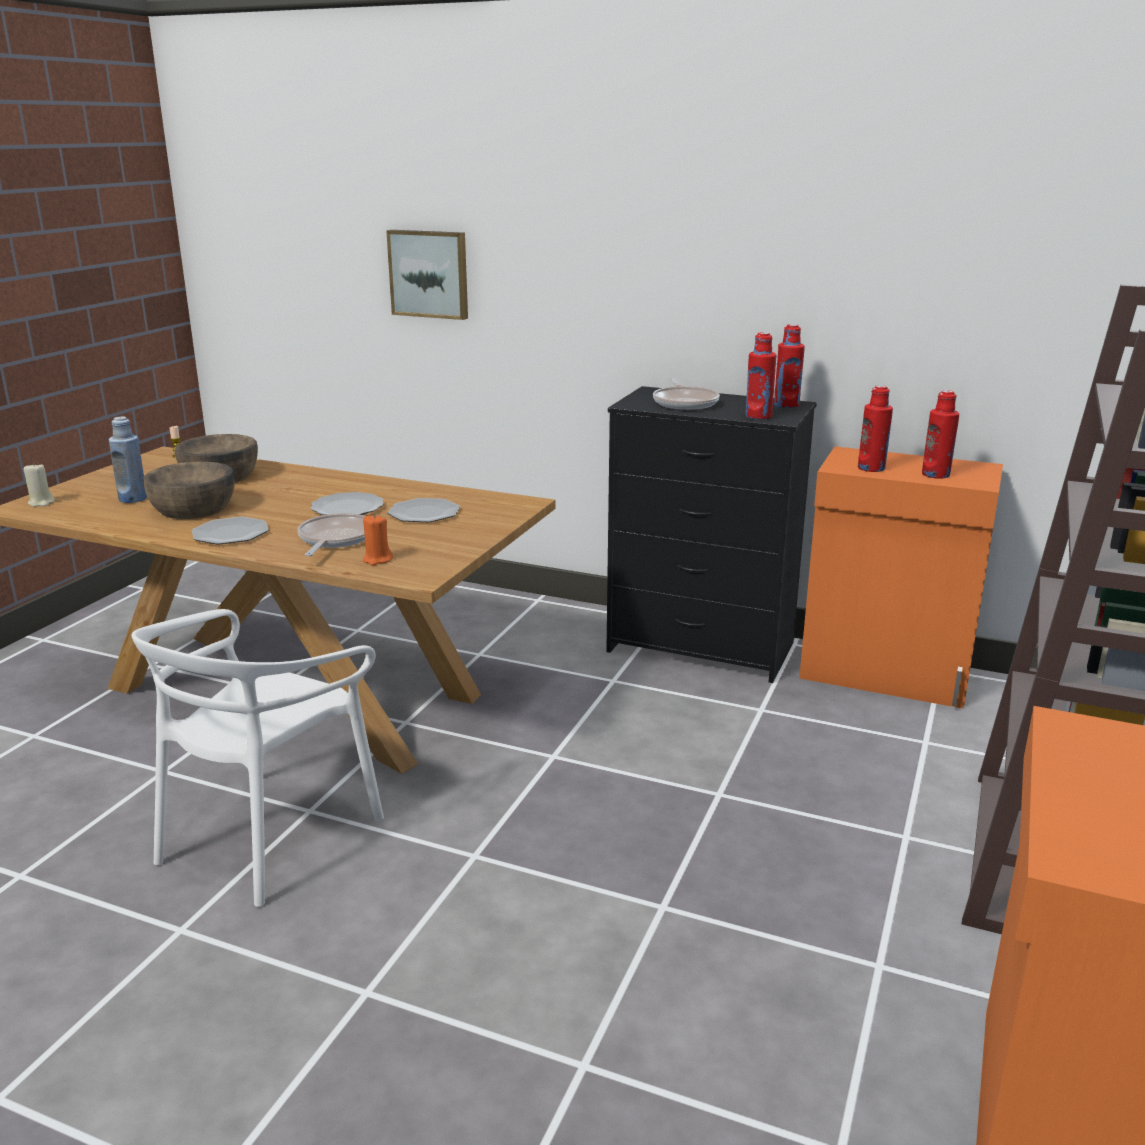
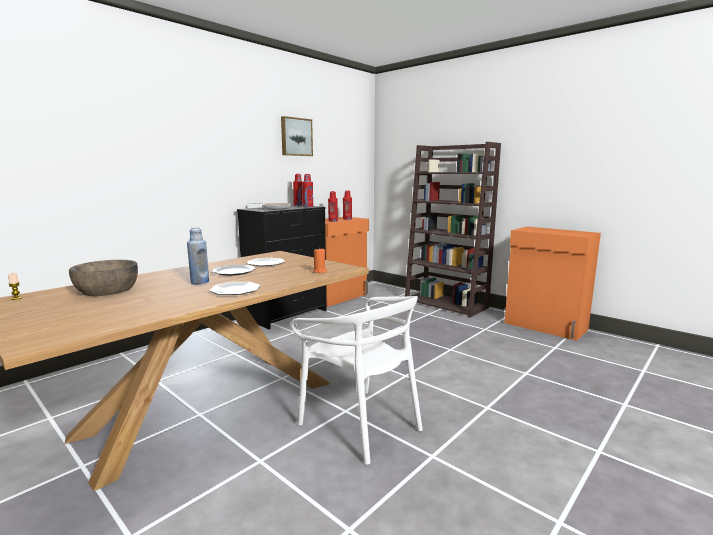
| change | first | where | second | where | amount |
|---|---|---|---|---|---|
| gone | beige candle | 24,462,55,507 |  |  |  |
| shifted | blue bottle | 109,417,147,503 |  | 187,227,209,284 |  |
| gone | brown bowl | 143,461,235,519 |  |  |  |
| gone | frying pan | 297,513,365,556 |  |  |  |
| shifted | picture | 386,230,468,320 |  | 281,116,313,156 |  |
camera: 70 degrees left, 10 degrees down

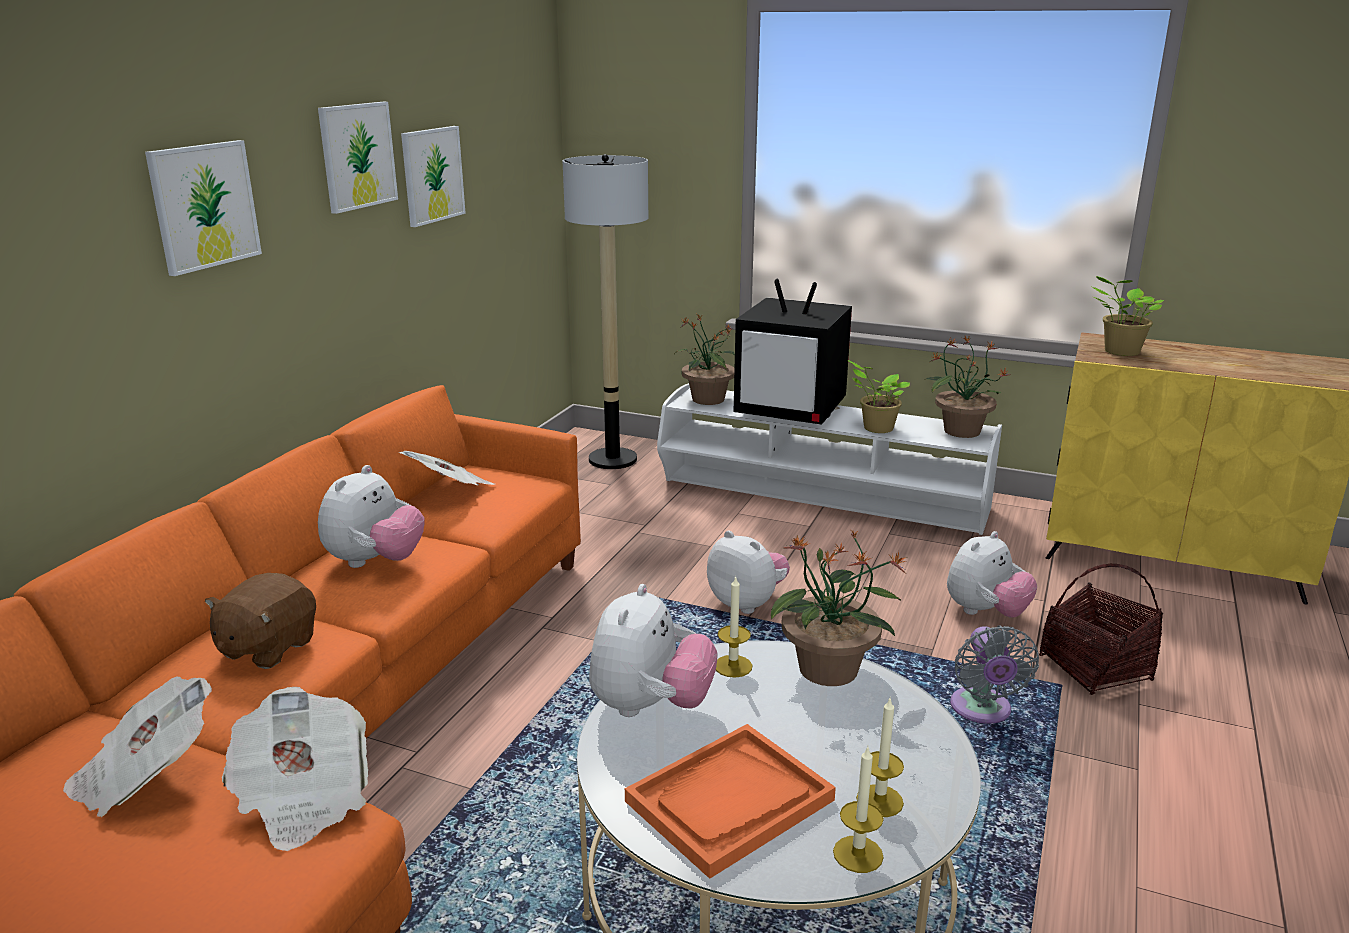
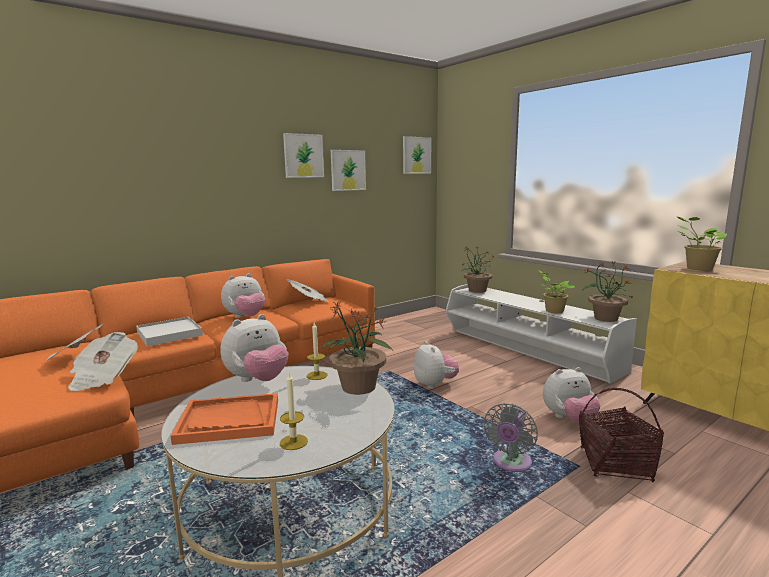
| change | first | where | second | where | amount |
|---|---|---|---|---|---|
| shifted | picture | 145,140,262,276 |  | 403,136,431,174 |  |
| swapped | brown plush toy | 205,573,316,669 | white tray | 136,317,203,346 |  |
| gone | floor lamp | 563,154,648,469 |  |  |  |
| gone | television | 734,279,852,425 |  |  |  |
| gone | candle | 833,747,884,873 |  |  |  |
camera: 30 degrees right, 10 degrees down

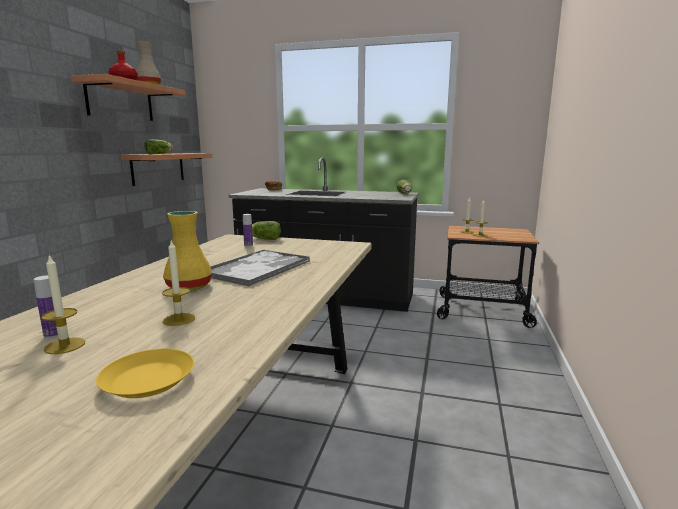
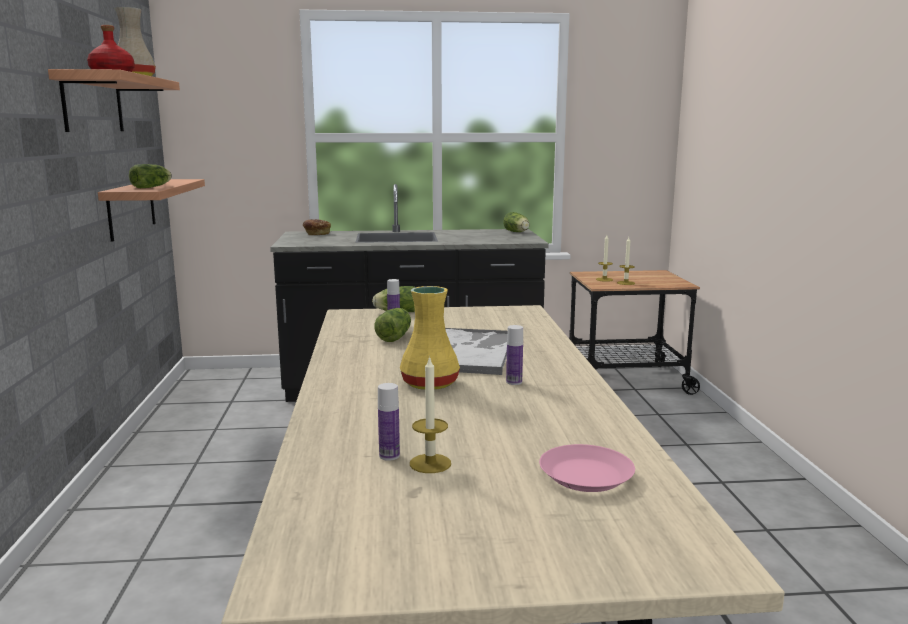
| change | first | where | second | where | amount |
|---|---|---|---|---|---|
| repainted | yellow plate | 96,349,194,398 | pink plate | 539,444,635,492 |  |
| gone | candle | 162,241,195,326 |  |  |  |
| new |  |  | lettuce | 374,308,411,342 |  |
| new |  |  | bottle | 506,325,523,385 |  |
camera: 20 degrees left, 0 degrees up

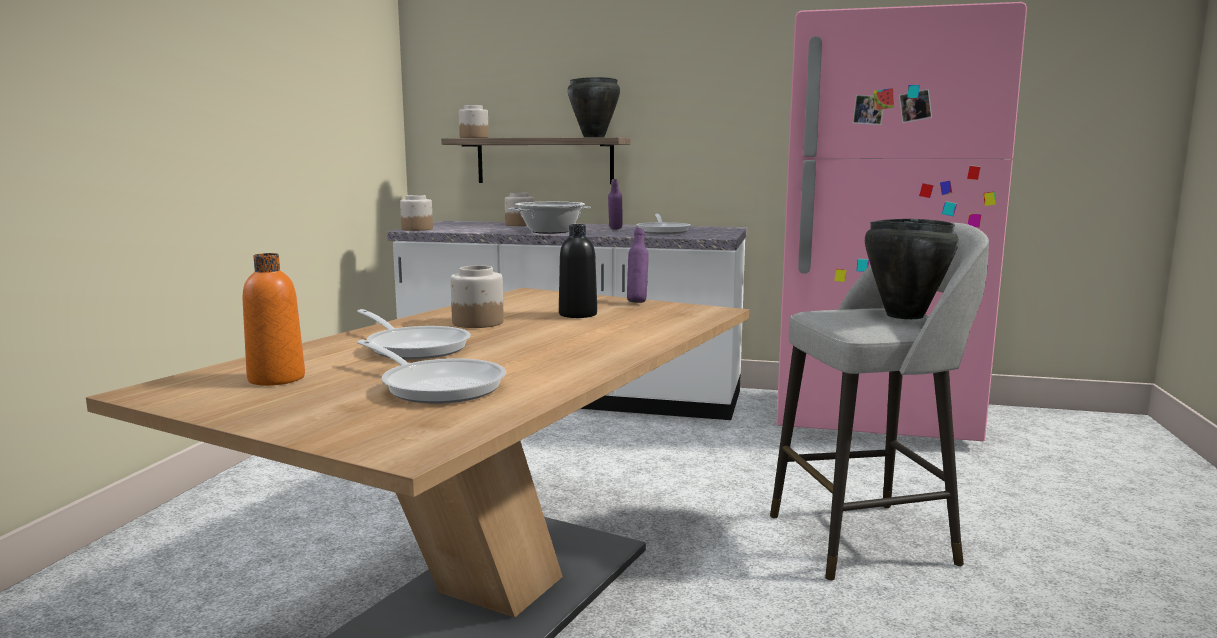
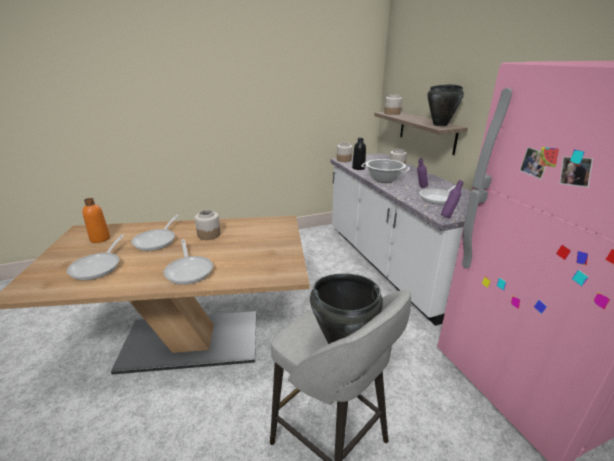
| change | first | where | second | where | amount |
|---|---|---|---|---|---|
| shifted | black bottle | 559,224,597,318 |  | 352,138,366,170 |  |
| shifted | purple bottle | 627,228,649,303 |  | 441,180,464,218 |  |
| new |  |  | frying pan | 164,239,213,285 |  |
camera: 55 degrees right, 15 degrees up

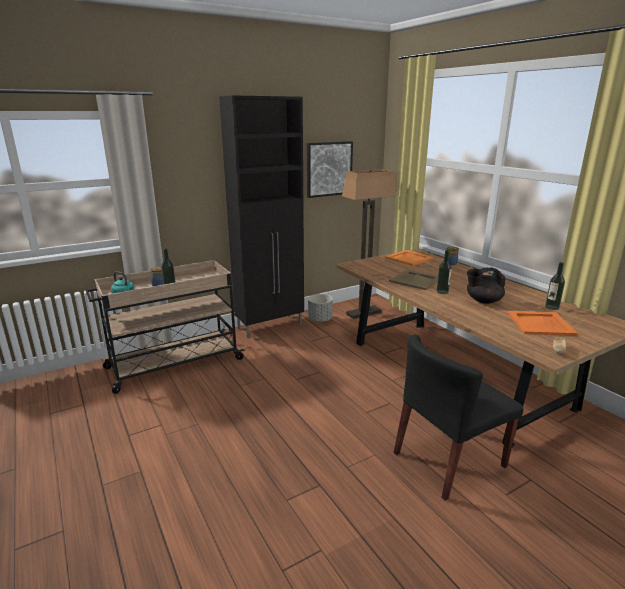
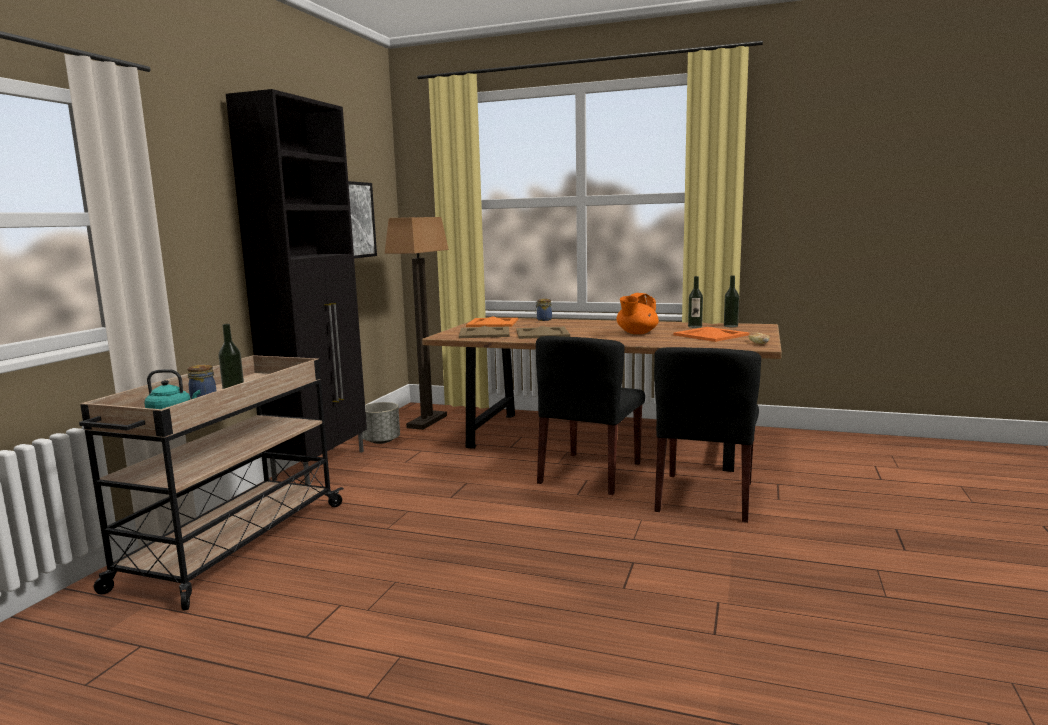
| change | first | where | second | where | amount |
|---|---|---|---|---|---|
| shifted | bottle | 437,250,452,294 |  | 724,276,739,327 |  |
| repainted | black teapot | 467,267,506,304 | orange teapot | 616,293,659,334 |  |
| new |  |  | beige tray | 459,326,510,338 |  |
| new |  |  | black chair | 536,336,645,495 |  |
camera: 40 degrees left, 10 degrees down

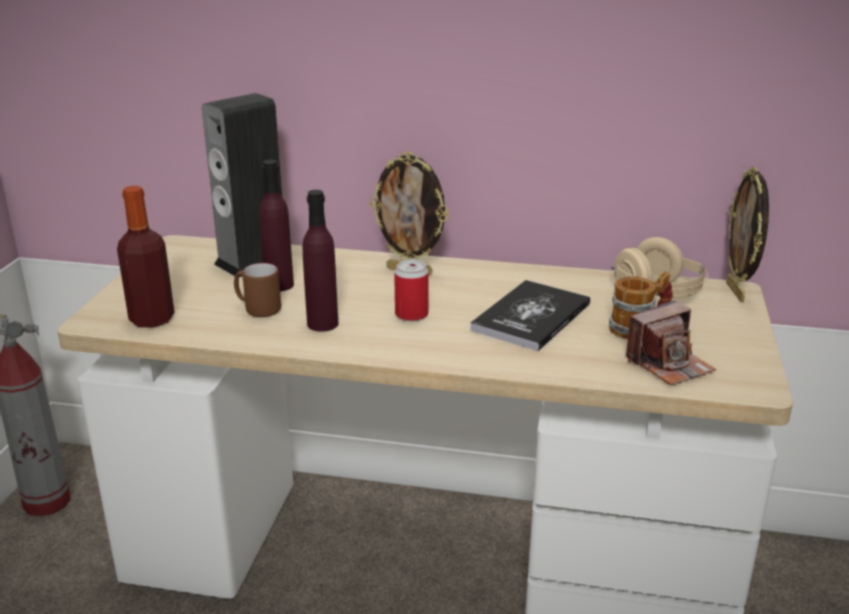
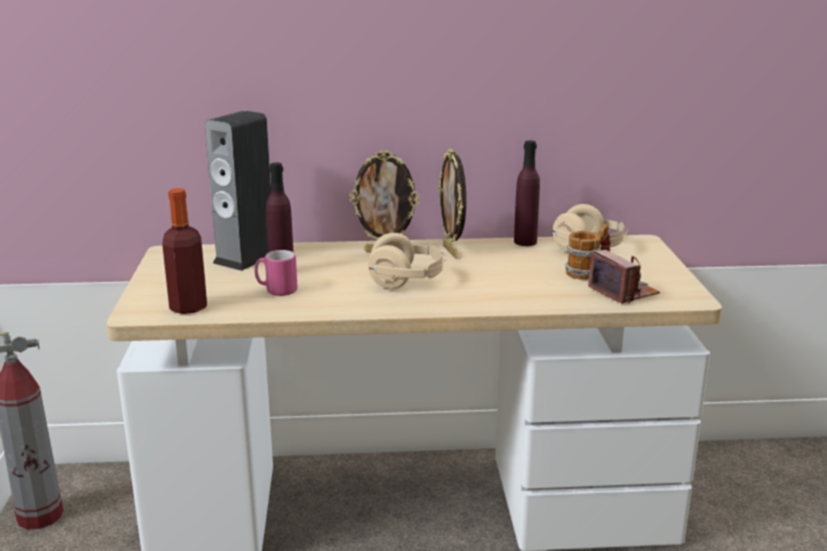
| change | first | where | second | where | amount |
|---|---|---|---|---|---|
| repainted | brown mug | 234,263,281,317 | pink mug | 255,250,297,296 |  |
| shifted | purple bottle | 303,190,338,332 |  | 514,140,540,246 |  |
| swapped | can | 394,259,428,321 | beige headphones | 368,233,446,289 |  |
| gone | book | 470,280,590,351 |  |  |  |
| rotated | photo camera | 626,300,716,386 |  | 588,250,660,304 | 75 degrees counterclockwise |
| shifted | picture frame | 726,166,769,302 |  | 438,148,466,258 |  |
camera: 15 degrees left, 5 degrees down

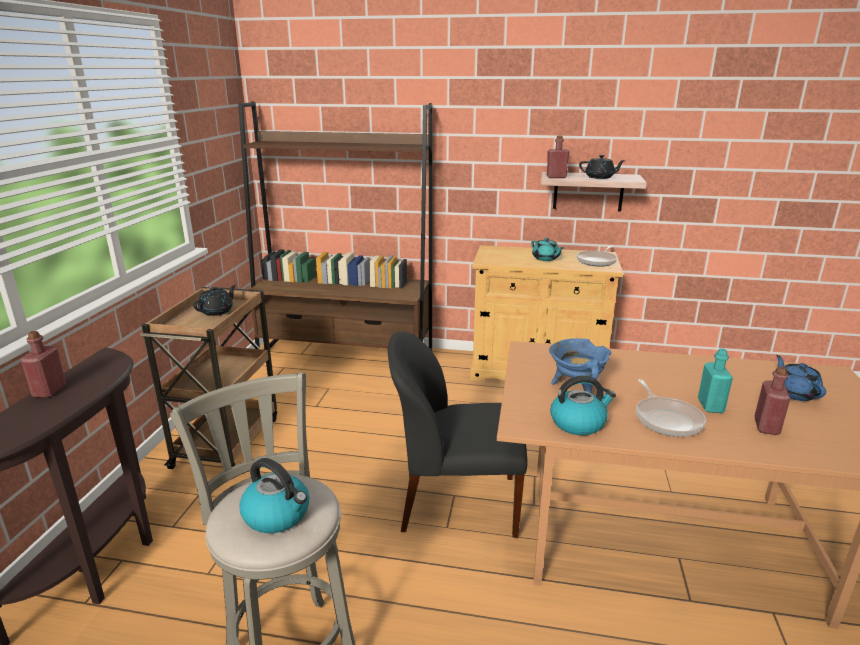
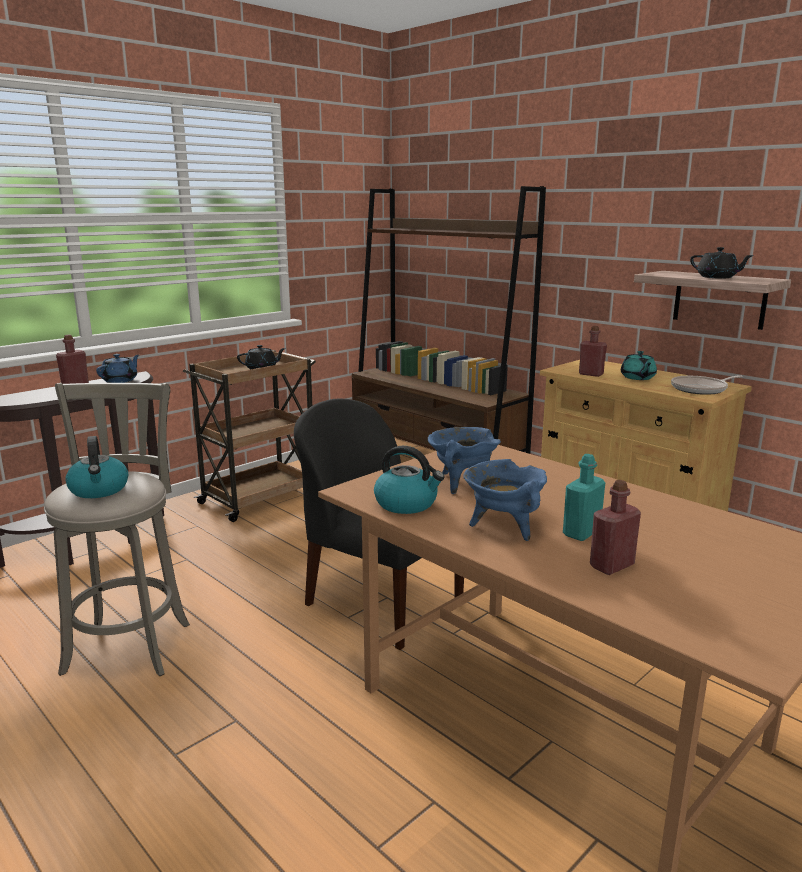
| change | first | where | second | where | amount |
|---|---|---|---|---|---|
| shifted | red bottle | 546,135,570,178 |  | 579,326,607,377 |  |
| swapped | frying pan | 636,379,706,437 | blue cooking pot | 463,459,547,541 |  |
| shifted | blue teapot | 776,355,826,401 |  | 96,354,140,383 |  |
camera: 35 degrees right, 5 degrees down

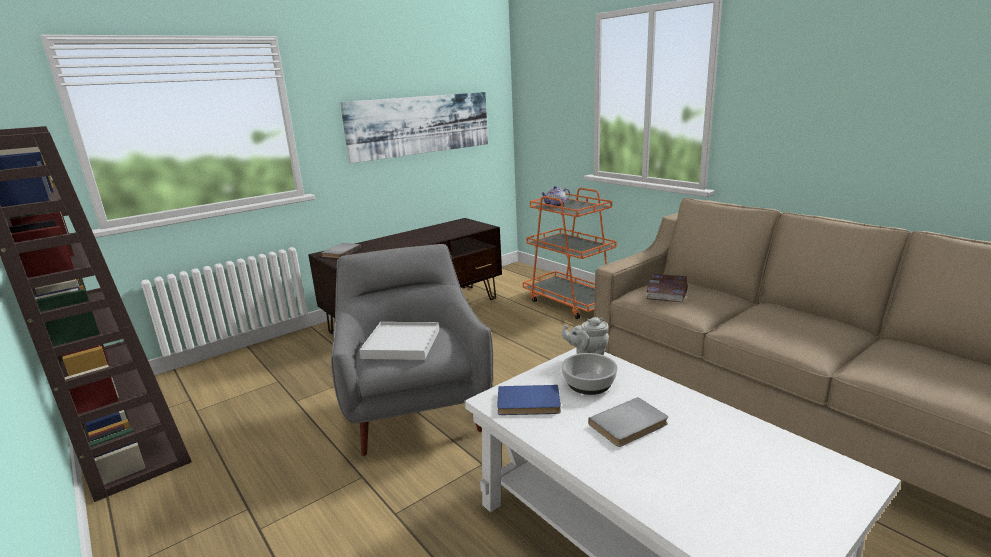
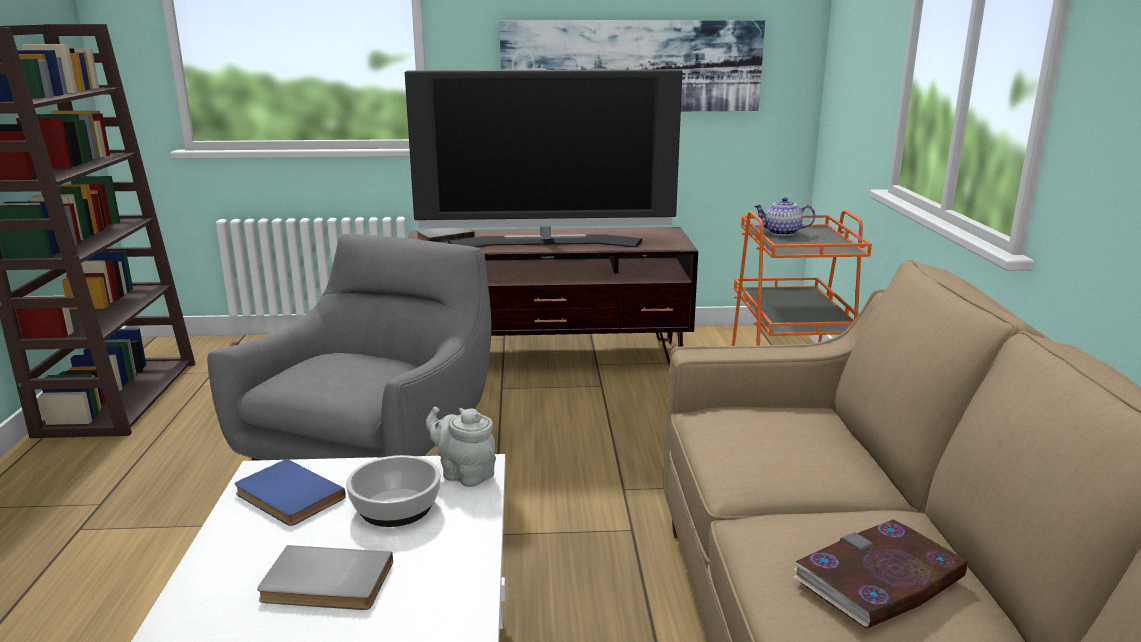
| change | first | where | second | where | amount |
|---|---|---|---|---|---|
| gone | white tray | 359,322,439,360 |  |  |  |
| shifted | book | 646,274,688,302 |  | 793,519,968,629 |  |
| new |  |  | television | 405,69,682,247 |  |
camera: 35 degrees right, 0 degrees up

